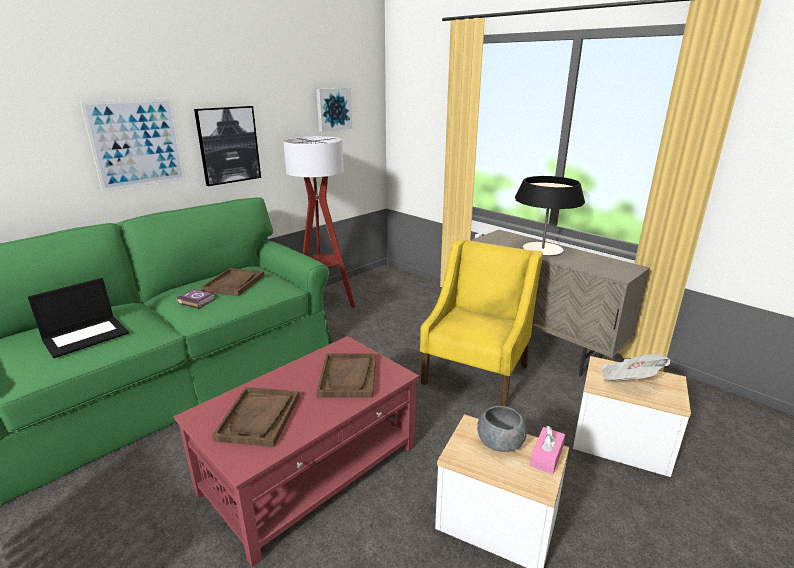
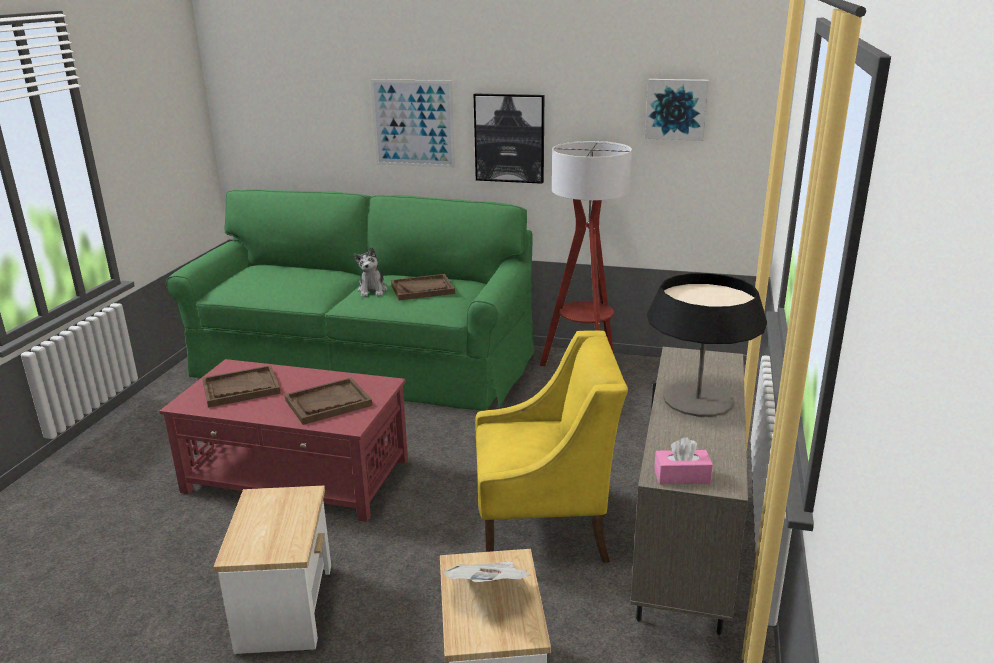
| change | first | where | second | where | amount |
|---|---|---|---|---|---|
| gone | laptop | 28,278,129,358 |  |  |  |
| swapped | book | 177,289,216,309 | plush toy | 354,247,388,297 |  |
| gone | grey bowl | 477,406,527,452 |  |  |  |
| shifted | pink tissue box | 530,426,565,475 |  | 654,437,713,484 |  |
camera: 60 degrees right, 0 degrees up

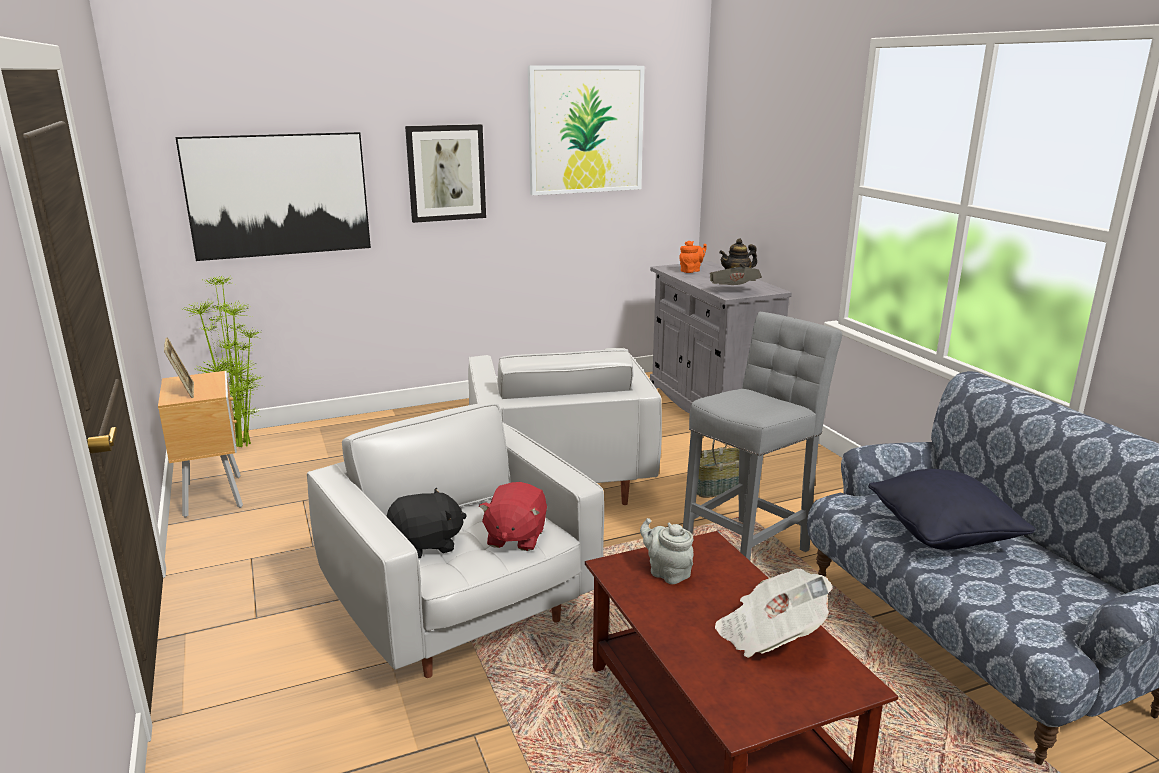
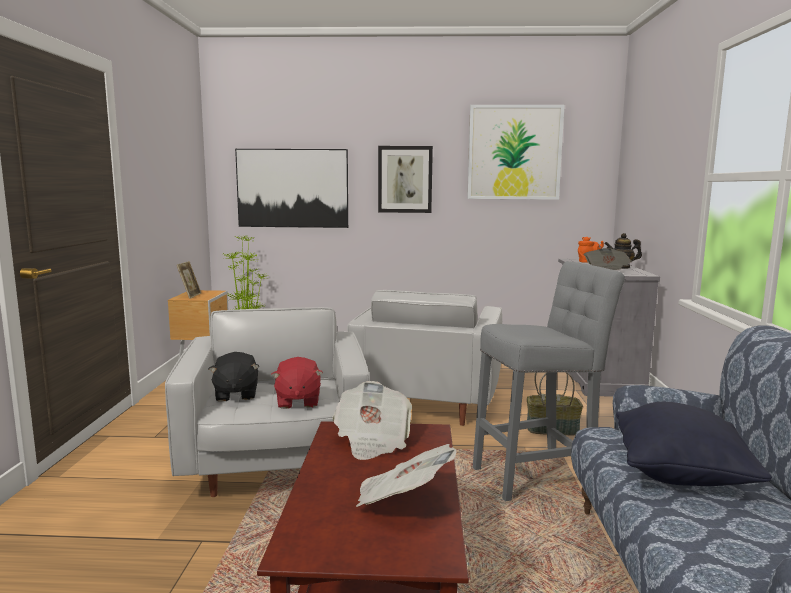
| change | first | where | second | where | amount |
|---|---|---|---|---|---|
| rotated | black plush toy | 386,488,467,558 |  | 209,352,259,402 | 75 degrees clockwise |
| rotated | red plush toy | 479,482,547,551 |  | 271,357,323,409 | 45 degrees counterclockwise |
| swapped | grey teapot | 640,518,694,584 | newspaper | 332,381,412,460 |  |
camera: 25 degrees right, 10 degrees down

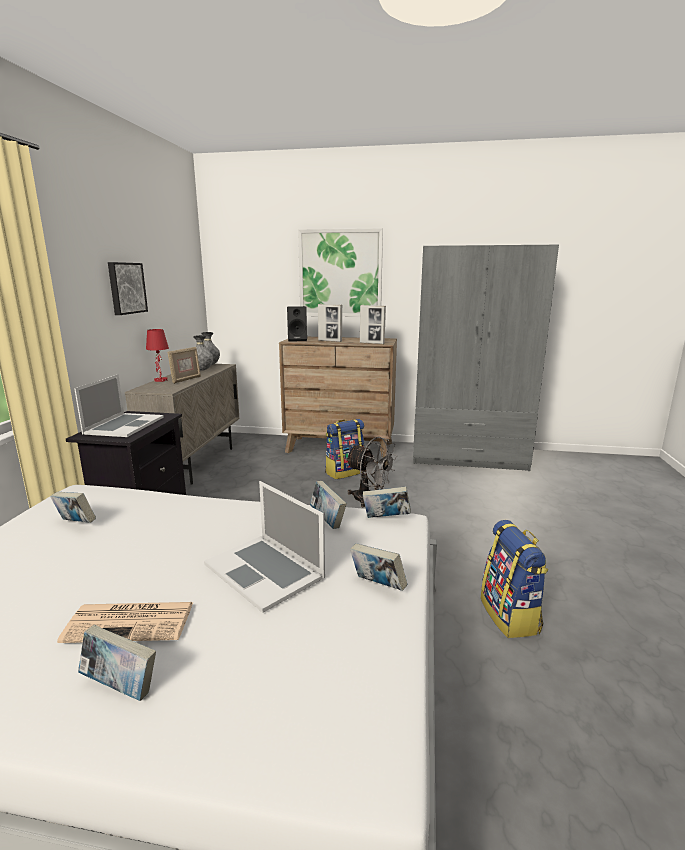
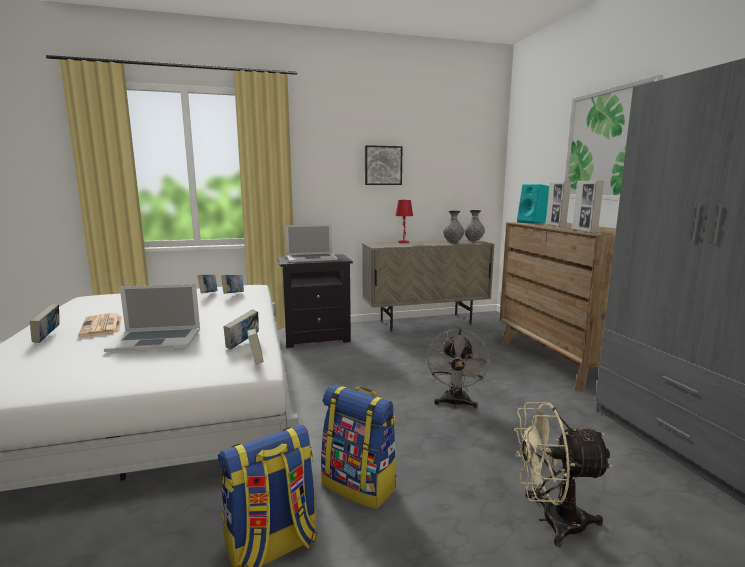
| change | first | where | second | where | amount |
|---|---|---|---|---|---|
| gone | picture frame | 167,347,201,384 |  |  |  |
| rotated | laptop | 204,481,325,613 |  | 104,284,200,352 | 120 degrees counterclockwise |
| repainted | black speaker | 287,306,307,342 | turquoise speaker | 517,184,549,224 |  |
| shifted | backpack | 325,419,365,479 |  | 321,384,397,509 |  |
| shifted | book | 350,543,407,591 |  | 221,275,244,294 |  |
| new |  |  | beige fan | 514,402,613,547 |  |
camera: 65 degrees right, 5 degrees down

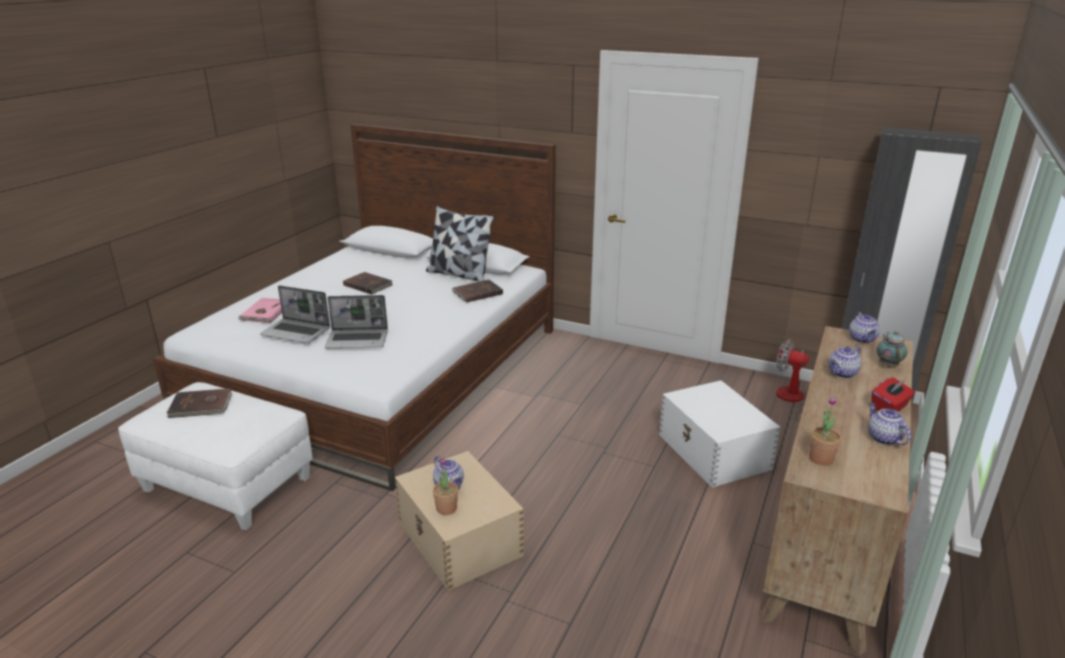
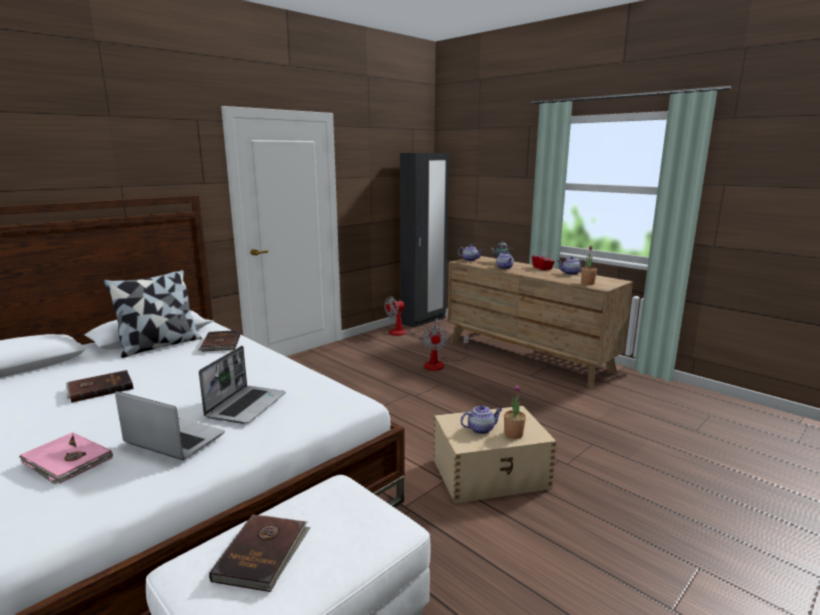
| change | first | where | second | where | amount |
|---|---|---|---|---|---|
| rotated | laptop | 260,285,330,343 |  | 115,391,225,460 | 105 degrees counterclockwise |
| swapped | white storage box | 659,380,780,488 | fan | 422,326,469,371 |  |
camera: 70 degrees left, 10 degrees down

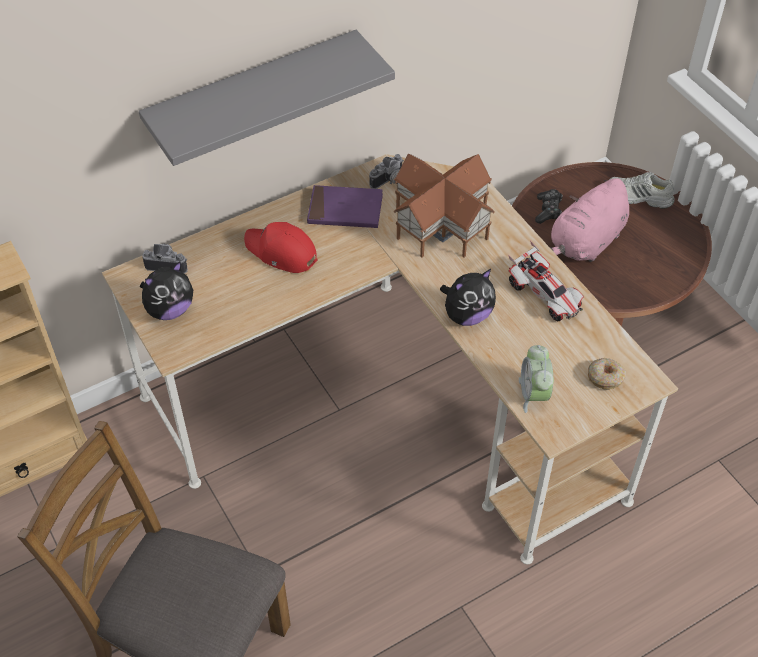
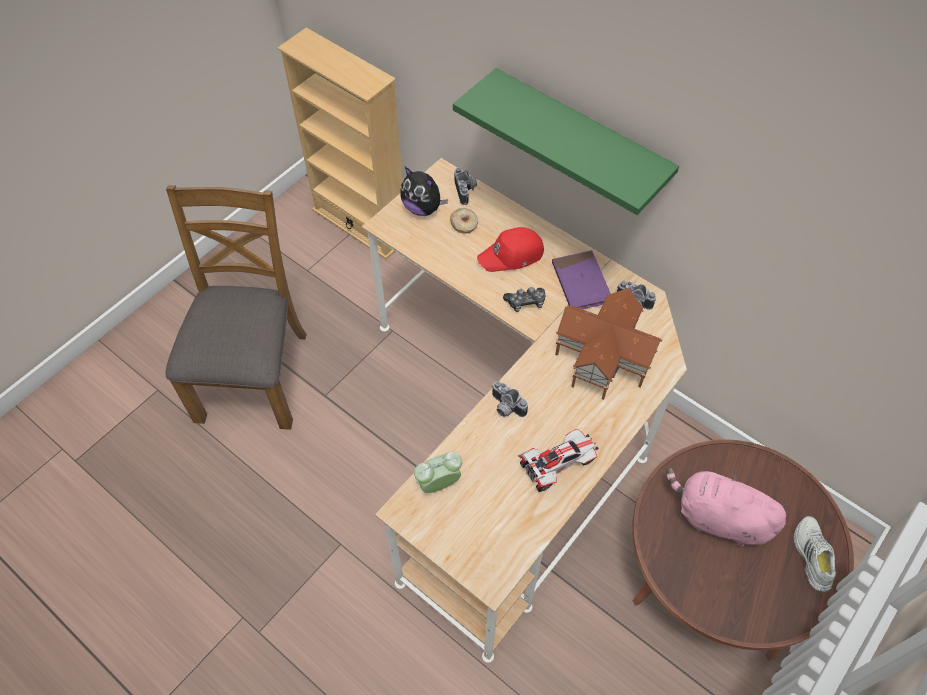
| change | first | where | second | where | amount |
|---|---|---|---|---|---|
| repainted | grey shelf | 139,30,395,166 | green shelf | 453,68,679,215 |  |
| rotated | red cap | 244,222,318,273 |  | 477,227,544,272 | 120 degrees counterclockwise |
| swapped | plush toy | 440,269,496,326 | photo camera | 491,381,528,417 |  |
| rotated | toy car | 508,240,584,322 |  | 517,429,599,492 | 150 degrees counterclockwise |
| shifted | game controller | 535,189,563,224 |  | 503,287,546,312 |  |
| shifted | donut | 588,358,626,390 |  | 450,208,478,234 |  |
camera: 70 degrees right, 5 degrees up

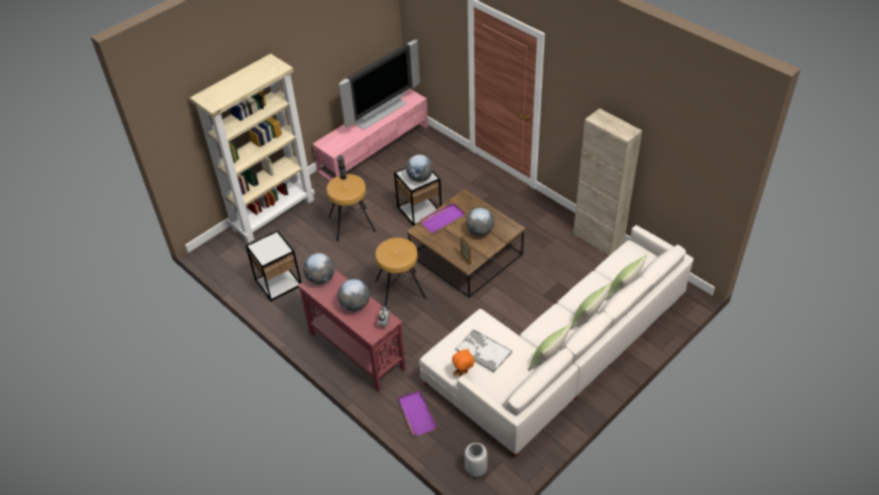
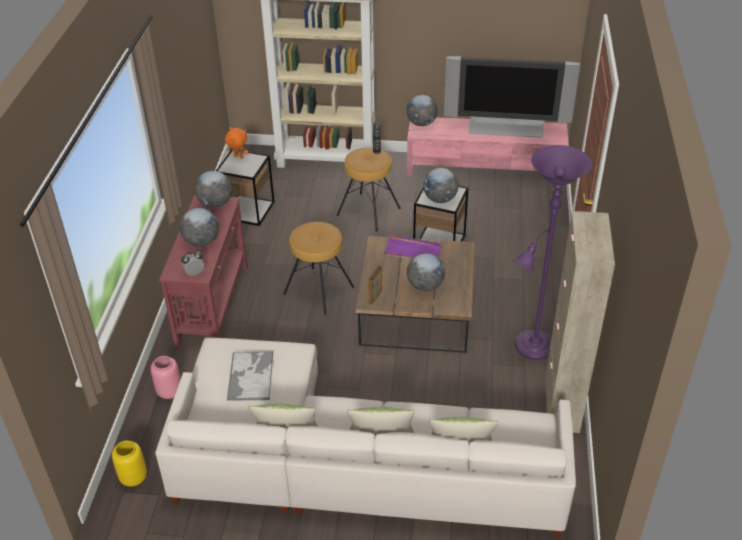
| change | first | where | second | where | amount |
|---|---|---|---|---|---|
| swapped | purple tray | 398,390,438,436 | pink vase | 151,356,181,399 |  |
| shifted | orange plush toy | 452,348,474,376 |  | 225,127,249,159 |  |
| repainted | grey vase | 465,443,487,477 | yellow vase | 112,441,147,487 |  |
| new |  |  | globe | 407,95,438,126 |  |
| new |  |  | purple floor lamp | 513,145,592,360 |  |
camera: 50 degrees right, 5 degrees down

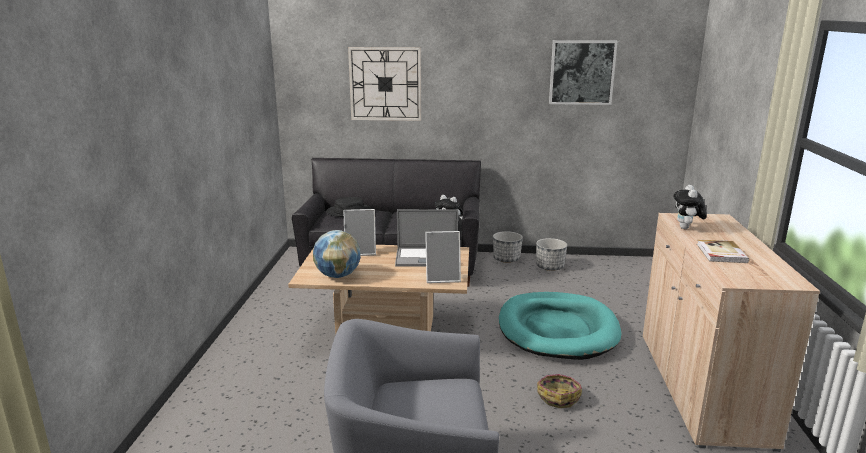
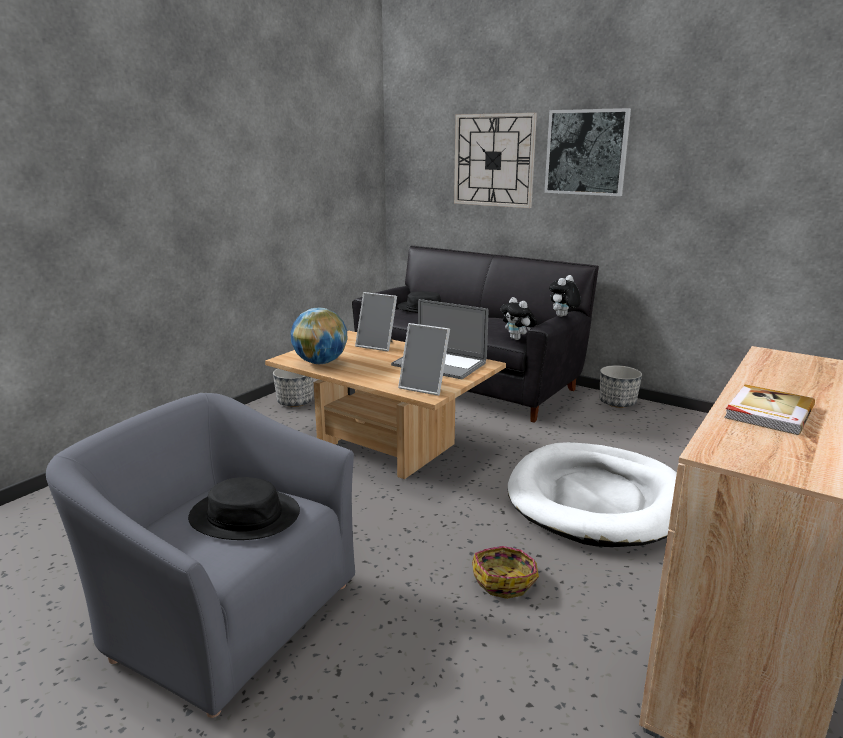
| change | first | where | second | where | amount |
|---|---|---|---|---|---|
| repainted | turquoise dog bed | 499,292,621,360 | white dog bed | 508,442,677,547 |  |
| shifted | planter | 536,238,567,271 |  | 273,368,314,407 |  |
| shifted | picture | 549,40,618,105 |  | 544,108,631,196 |  |
| shifted | plush toy | 673,185,707,229 |  | 549,275,581,317 |  |
| new |  |  | black hat | 188,477,300,540 |  |
camera: 30 degrees right, 0 degrees up

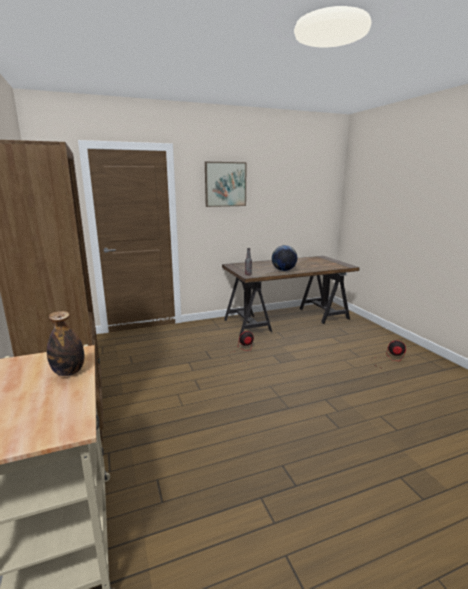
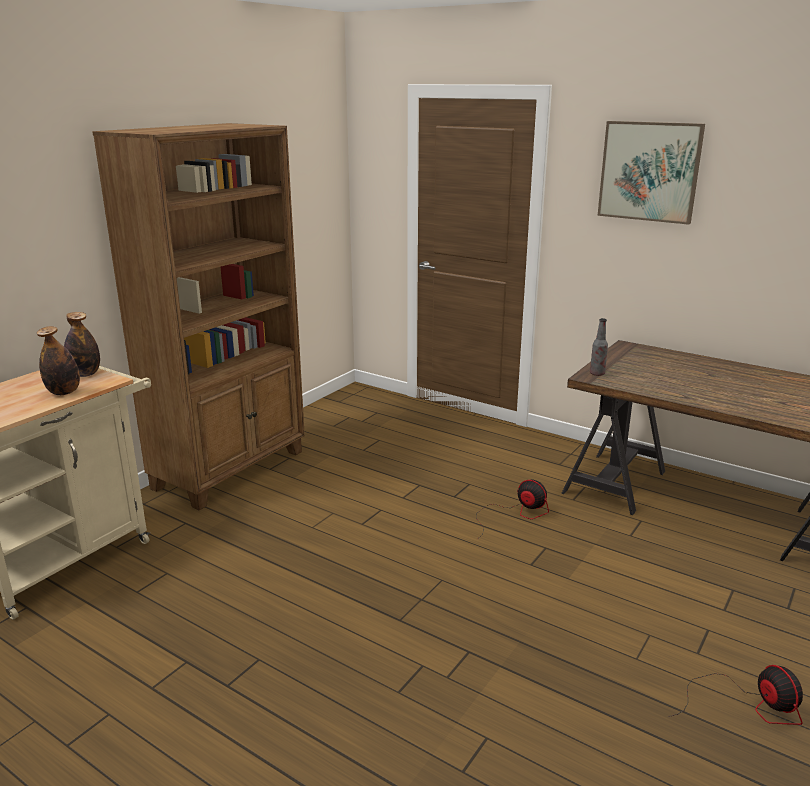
| change | first | where | second | where | amount |
|---|---|---|---|---|---|
| gone | globe | 272,245,297,271 |  |  |  |
| new |  |  | bottle | 64,312,100,377 |  |
camera: 55 degrees right, 5 degrees up

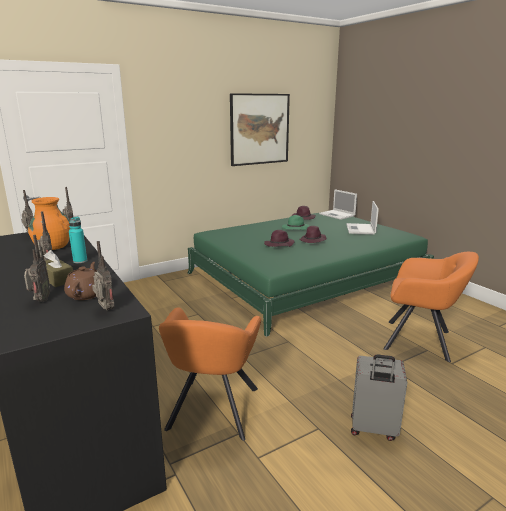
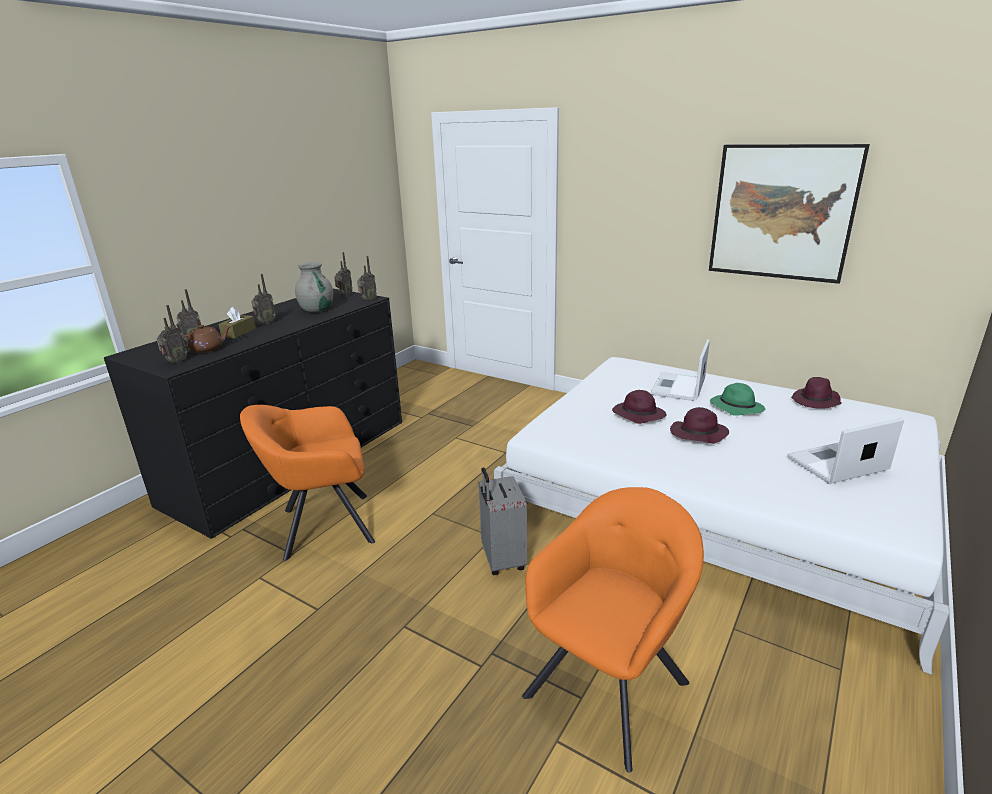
| change | first | where | second | where | amount |
|---|---|---|---|---|---|
| repainted | orange vase | 28,197,70,250 | grey vase | 295,262,333,312 |  |
| gone | turquoise bottle | 69,217,87,263 |  |  |  |
| repainted | green bed | 188,212,434,337 | white bed | 494,357,949,675 |  |
| shifted | laptop | 319,189,357,220 |  | 650,339,710,401 |  |
| shifted | grey suitcase | 351,354,407,441 |  | 478,467,527,575 |  |
| rotated | orange armchair | 383,252,479,362 |  | 522,487,704,773 | 135 degrees counterclockwise |
camera: 65 degrees right, 5 degrees up

